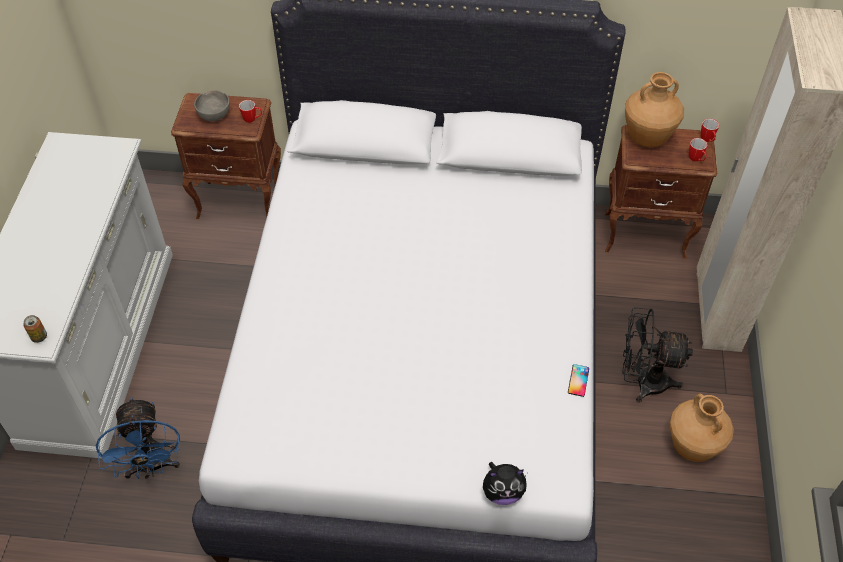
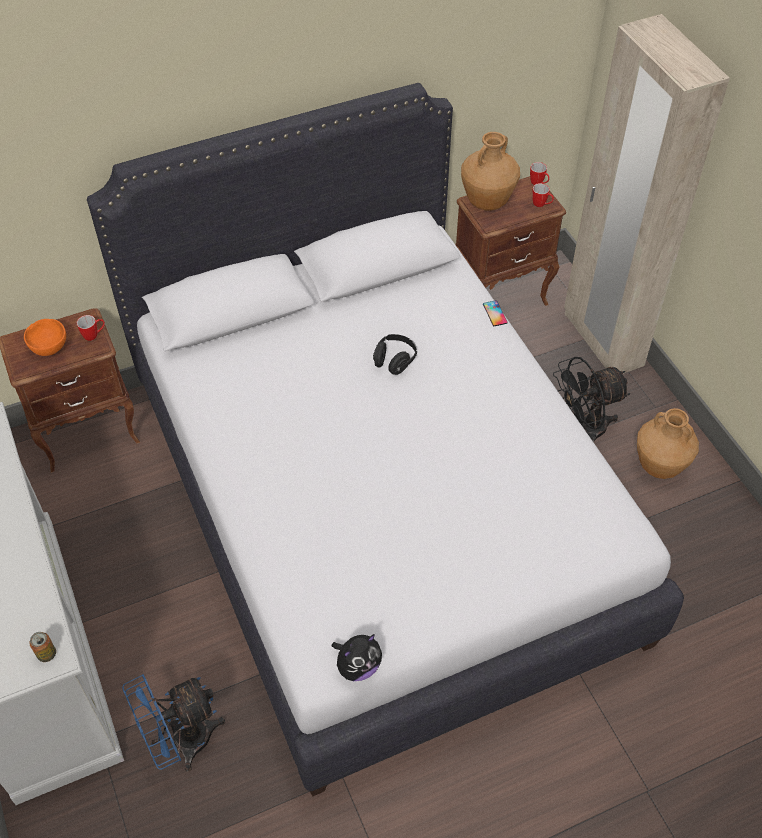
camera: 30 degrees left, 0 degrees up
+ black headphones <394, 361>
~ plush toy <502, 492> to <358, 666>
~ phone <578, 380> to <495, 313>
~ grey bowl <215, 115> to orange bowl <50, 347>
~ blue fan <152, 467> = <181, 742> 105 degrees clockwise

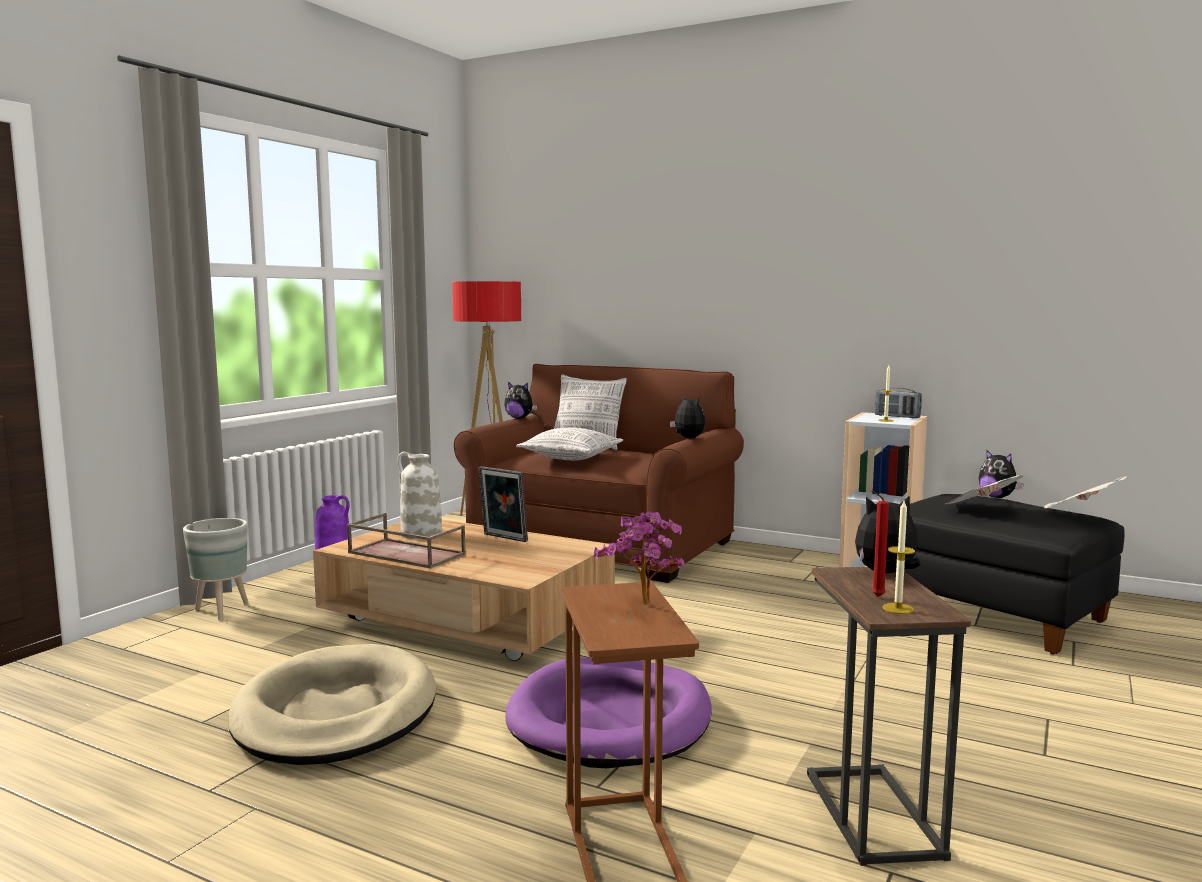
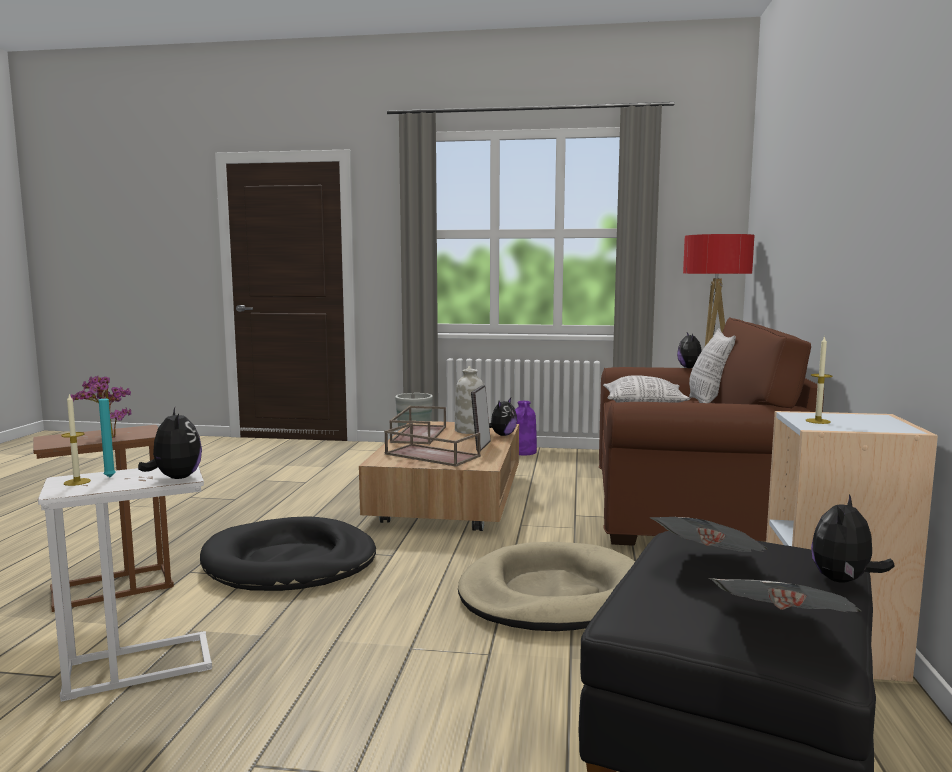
camera: 70 degrees right, 0 degrees up
- radio <897, 417>
+ brown tray <430, 455>
~ beige dog bed <335, 713> to <551, 594>
~ plush toy <687, 438> to <502, 435>
~ purple dog bed <610, 719> to black dog bed <289, 562>
~ brown side table <874, 815> to white side table <137, 667>
~ red candle <875, 596> to turquoise candle <110, 477>

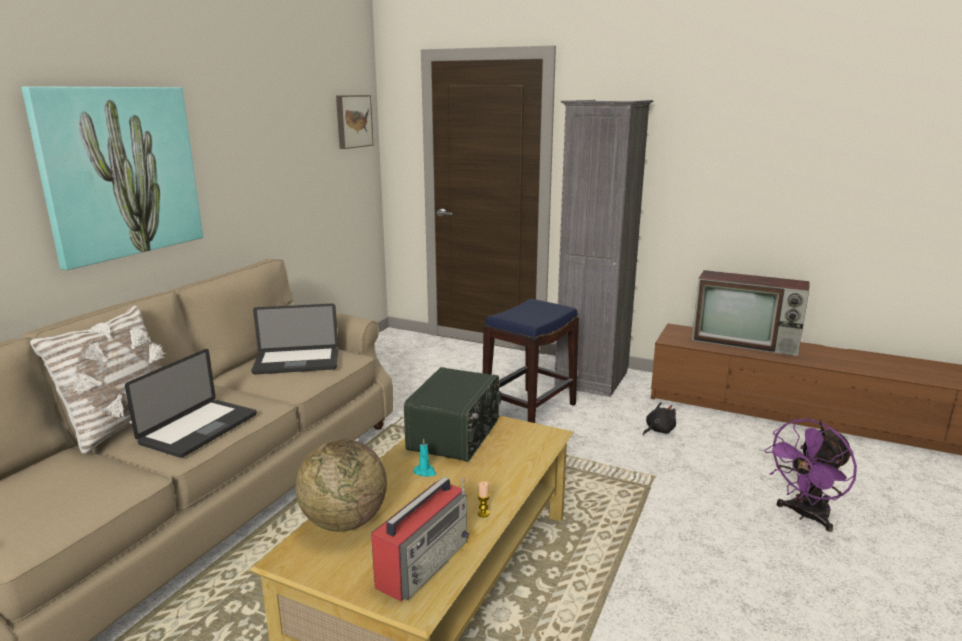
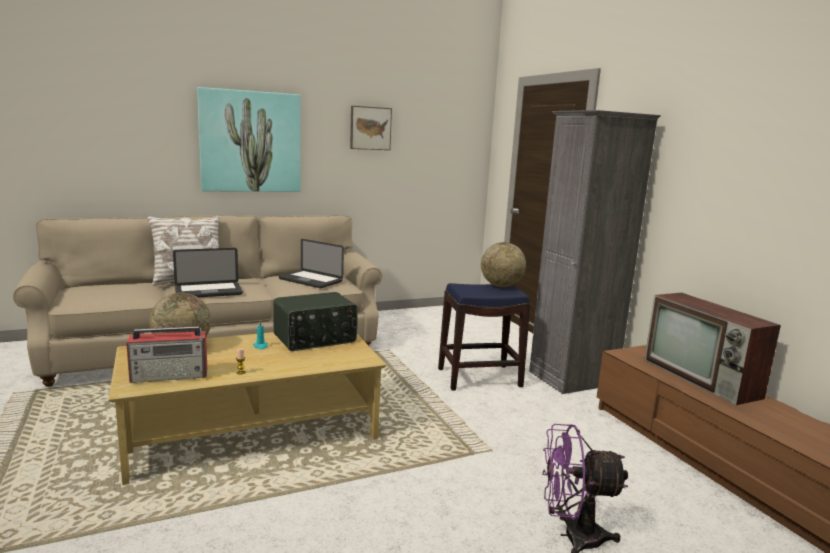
camera: 40 degrees right, 5 degrees down
- black plush toy <658, 430>
+ globe <501, 286>
~ picture <352, 121> to <370, 128>

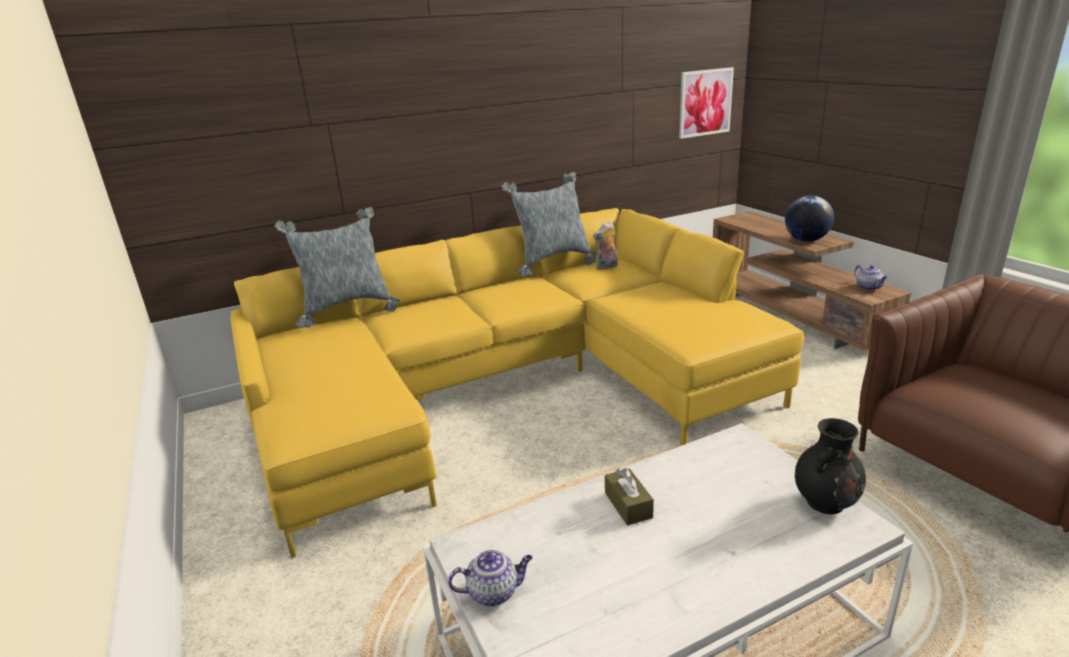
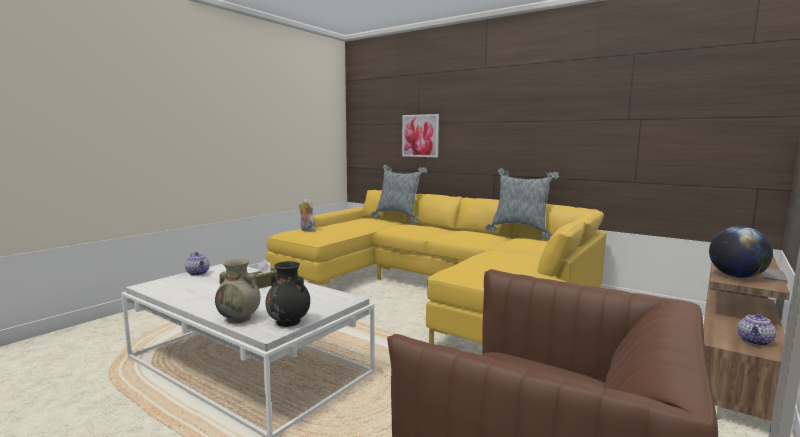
camera: 60 degrees right, 15 degrees down
+ beige vase <239, 318>
~ plush toy <606, 267> to <306, 230>
~ picture <705, 102> to <420, 135>

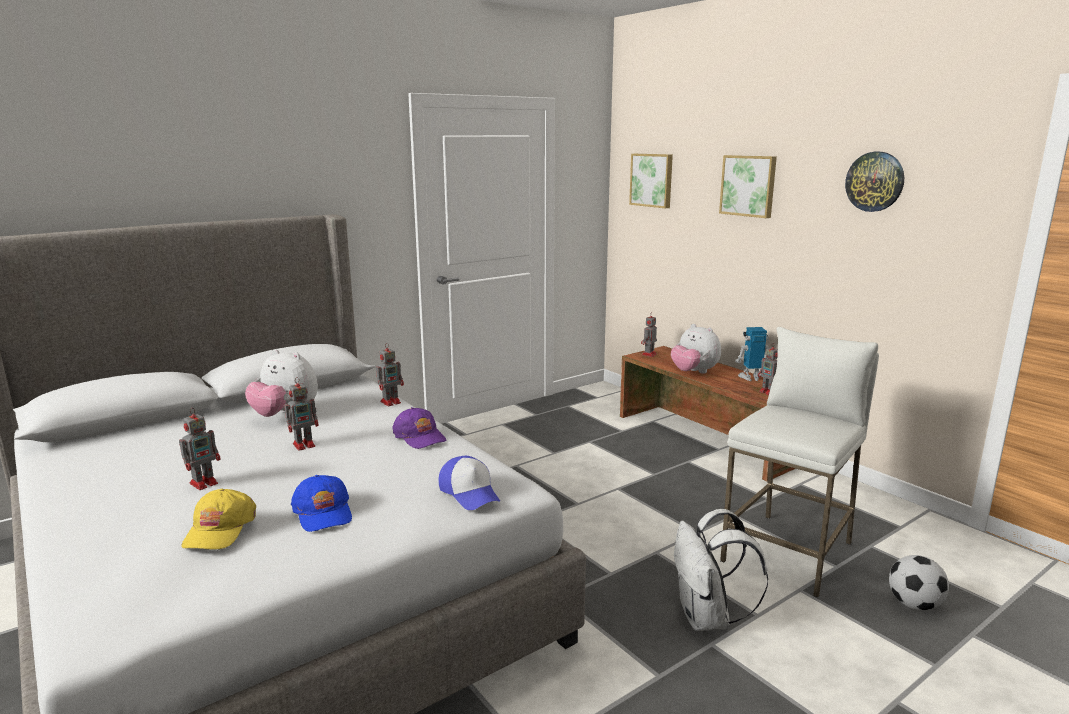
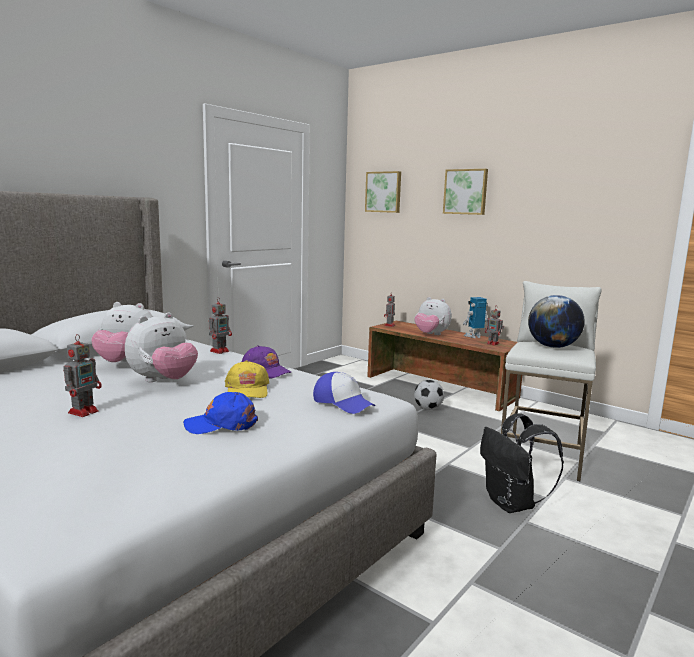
camera: 15 degrees left, 5 degrees down
- wall clock <875, 181>
+ globe <553, 346>
~ yellow cap <219, 529> to <247, 390>
~ football <914, 604> to <428, 408>
~ toy robot <305, 445> to plush toy <163, 381>
~ white backpack <707, 618> to black backpack <512, 504>
~ blue cap <323, 512> = <222, 424> 120 degrees clockwise

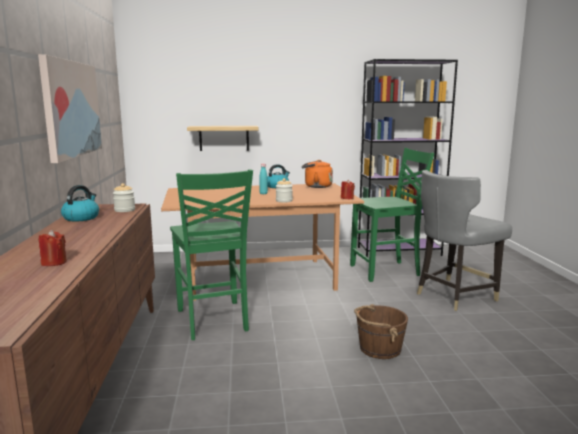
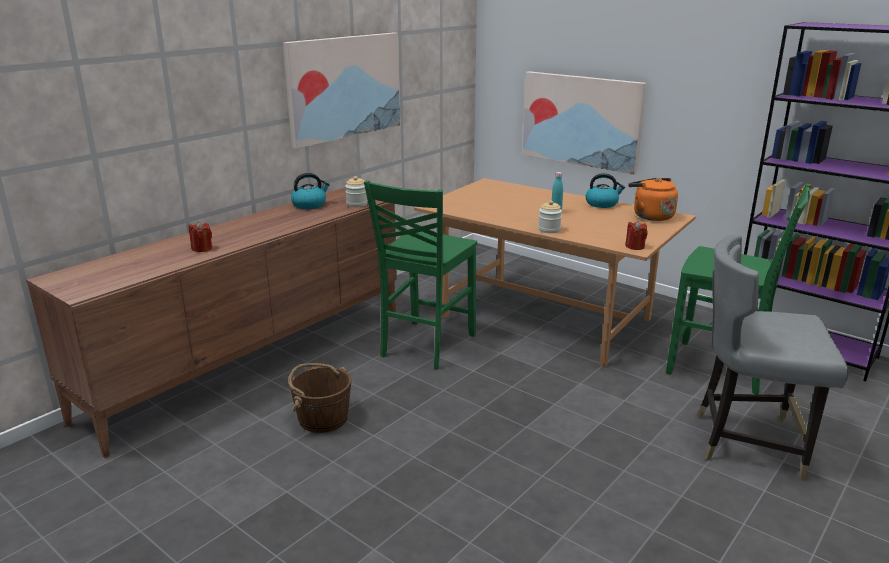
camera: 45 degrees right, 10 degrees up
~ brown bucket <379, 349> to <322, 418>
~ shelf <224, 138> to picture <581, 120>

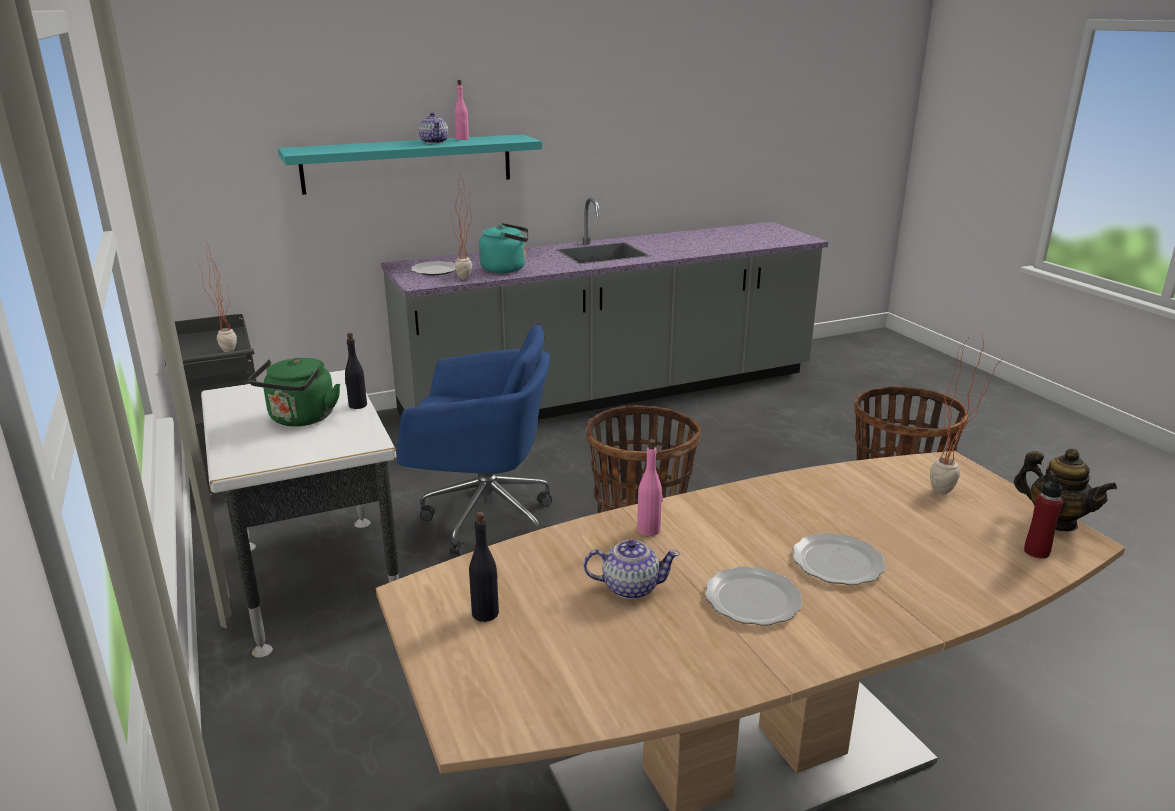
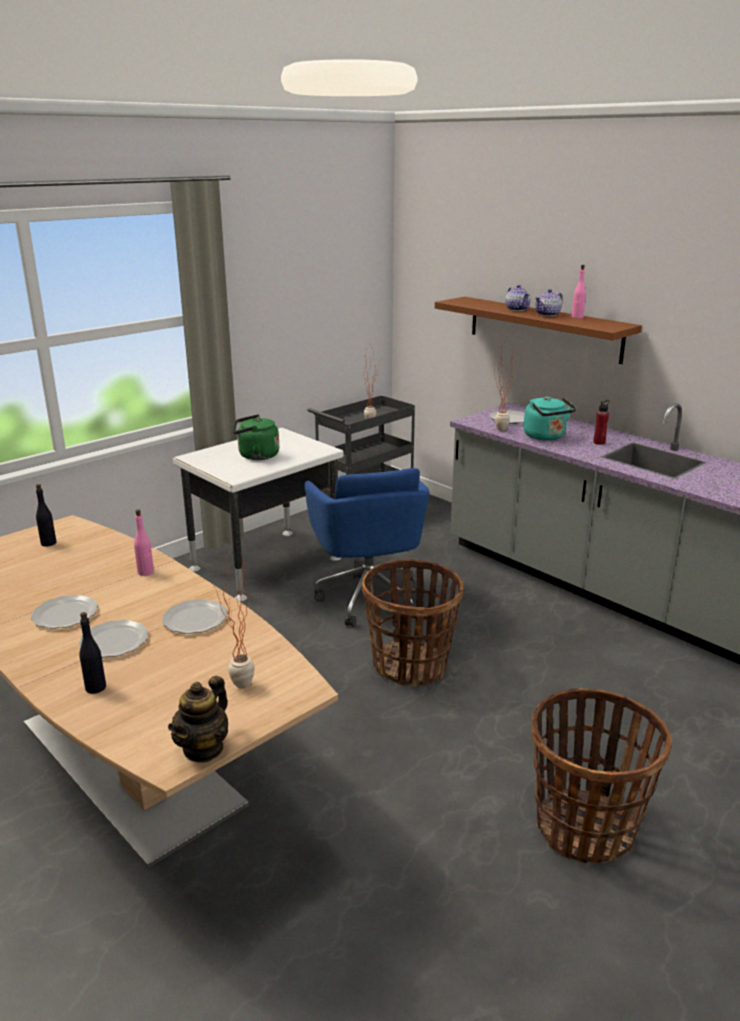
camera: 70 degrees right, 0 degrees up
+ plate <194, 619>
~ black bottle <357, 405> to <95, 687>
~ teapot <630, 587> to <517, 309>
~ red bottle <1036, 551> to <599, 442>
~ turquoise shelf <408, 163> to brown shelf <543, 328>

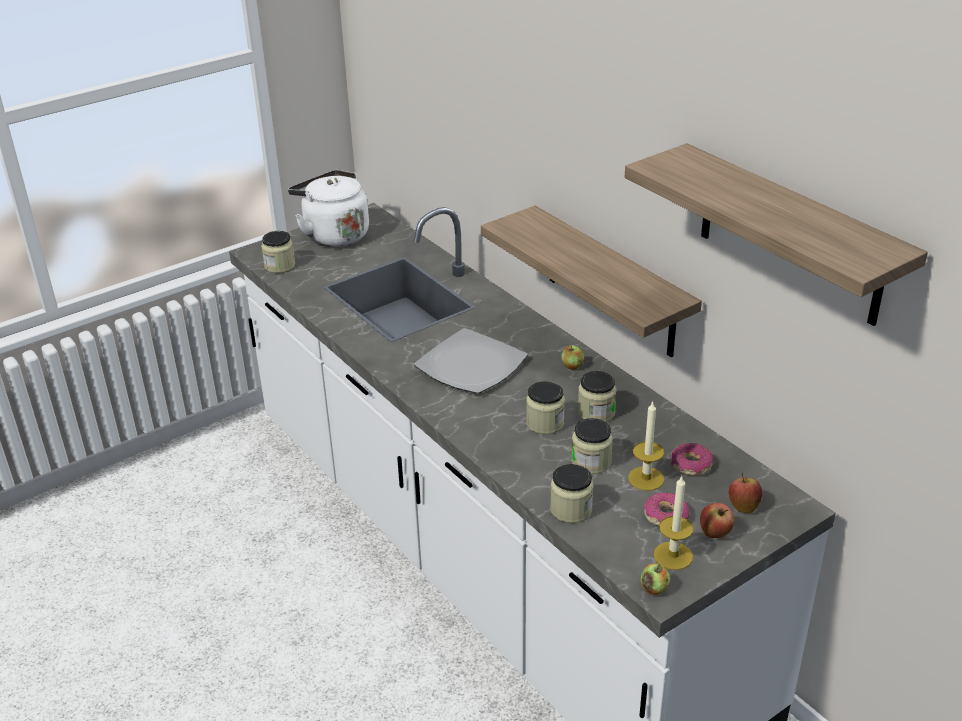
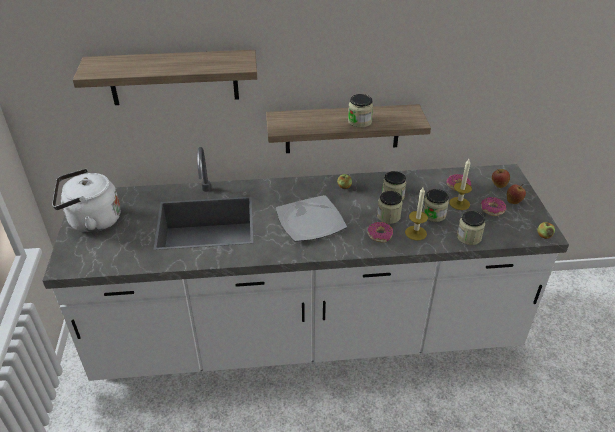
camera: 60 degrees left, 5 degrees up
+ donut <380, 235>
~ jar <280, 266> to <359, 121>
~ shelf <790, 235> to <173, 77>
~ candle <673, 555> to <415, 233>

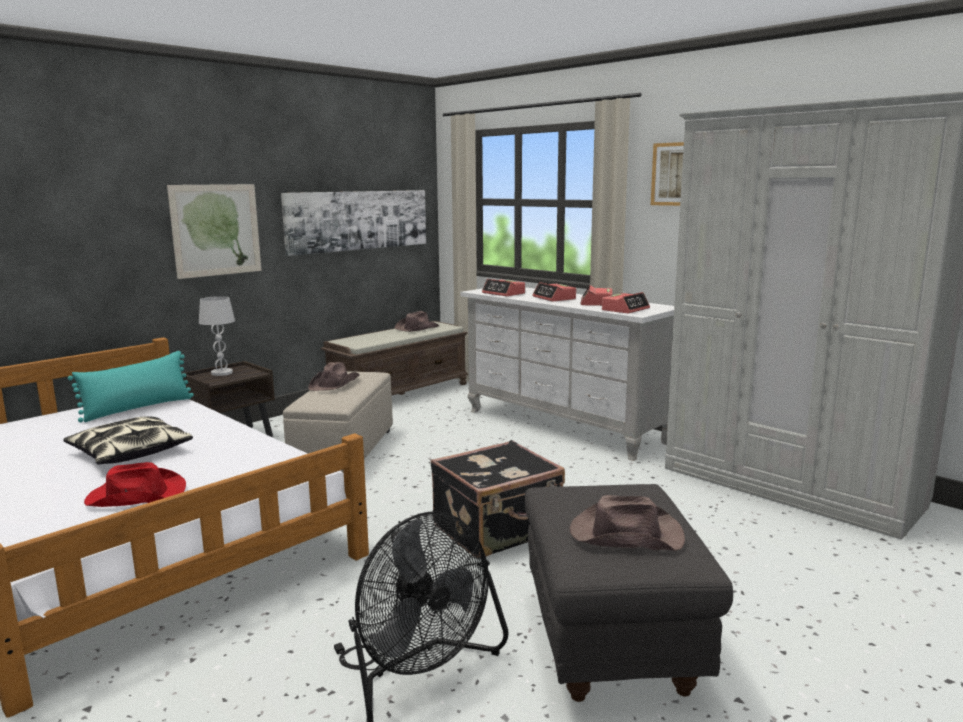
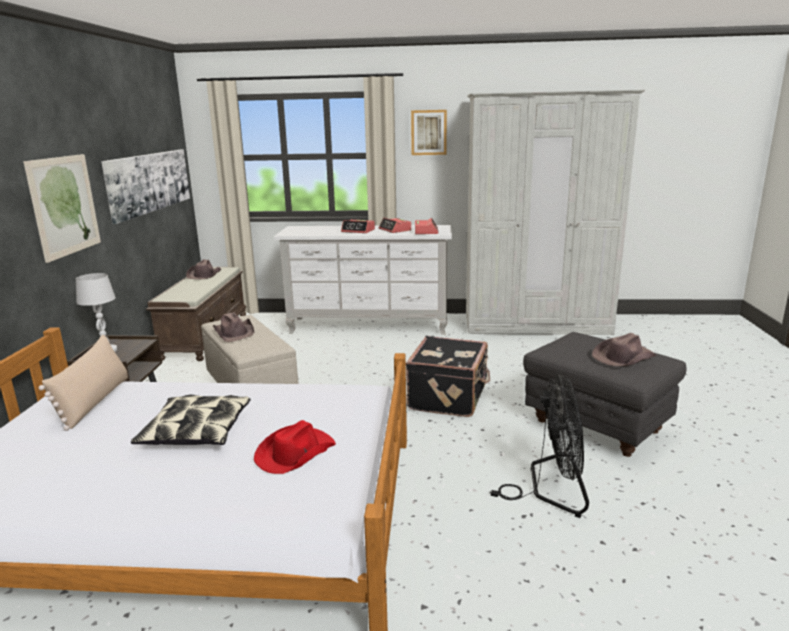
camera: 40 degrees left, 5 degrees up
- alarm clock <504, 293>
~ turquoise pillow <138, 408> to beige pillow <95, 401>

